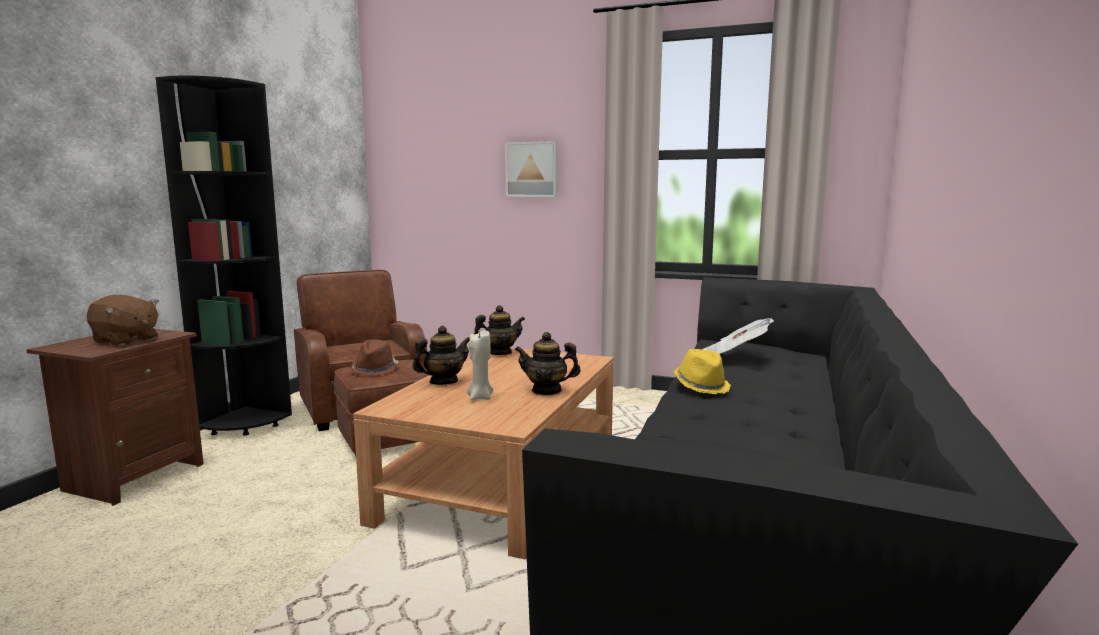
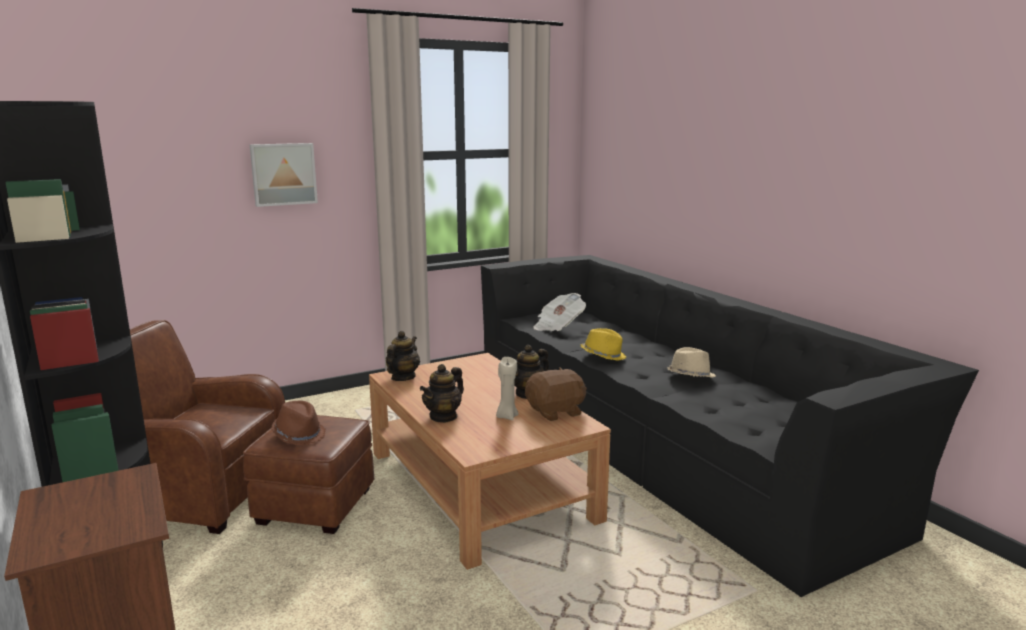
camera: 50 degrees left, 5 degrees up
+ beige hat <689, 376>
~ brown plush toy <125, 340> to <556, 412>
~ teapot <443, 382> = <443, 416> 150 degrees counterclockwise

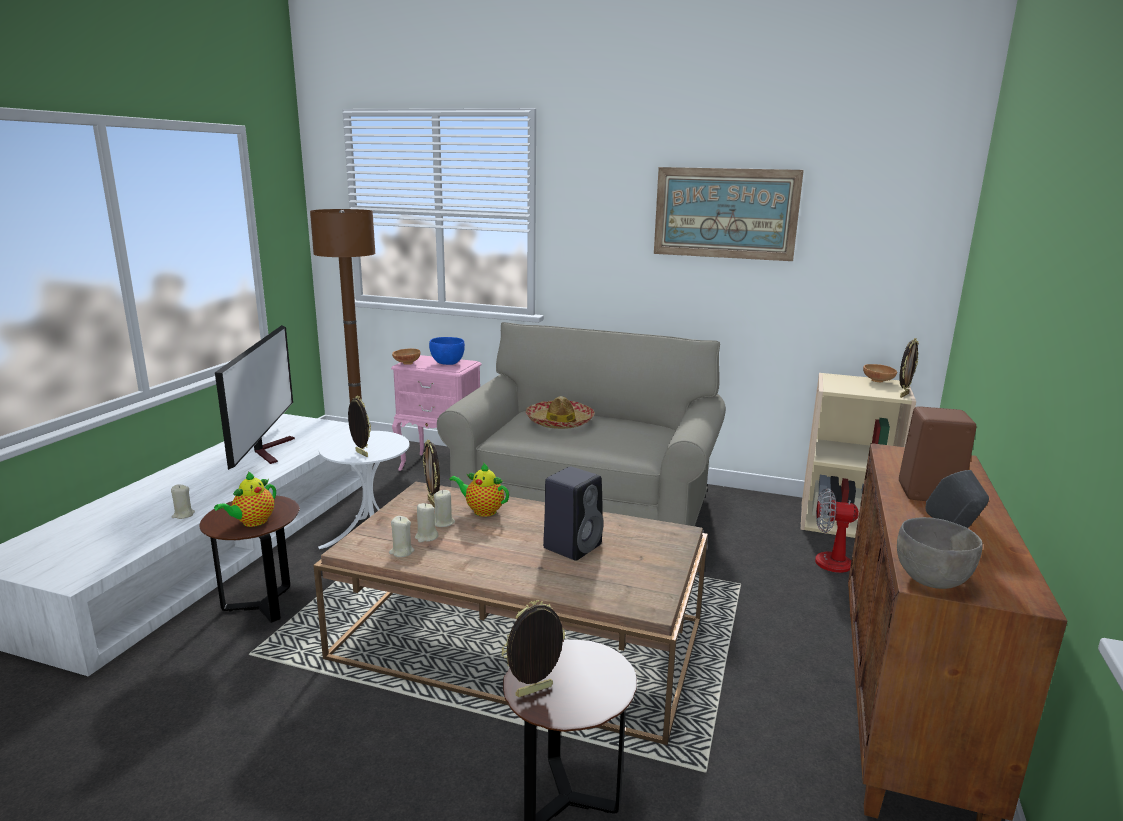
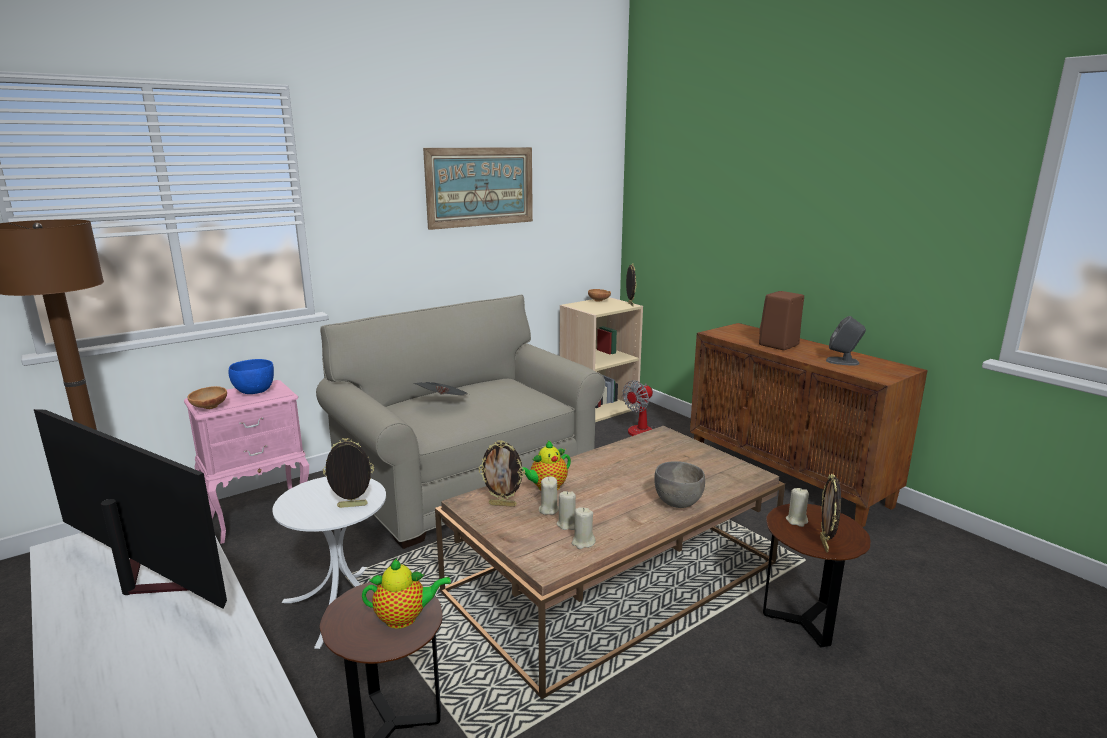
camera: 55 degrees left, 0 degrees up
- black speaker <573, 545>
~ beige candle <183, 515> to <797, 520>
~ grey bowl <931, 581> to <678, 503>
~ hat <560, 422> to newspaper <444, 403>
~ teapot <252, 522> = <404, 618> 75 degrees counterclockwise

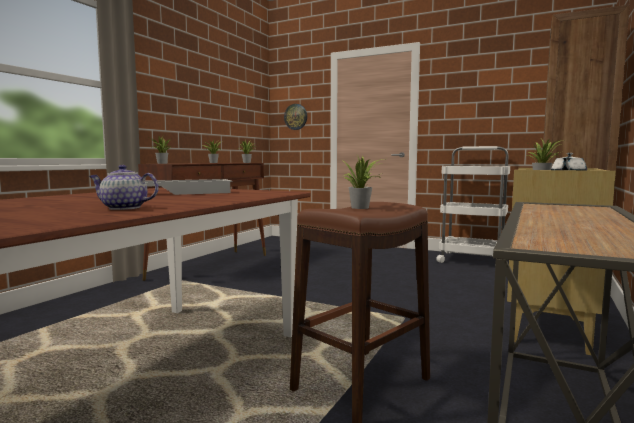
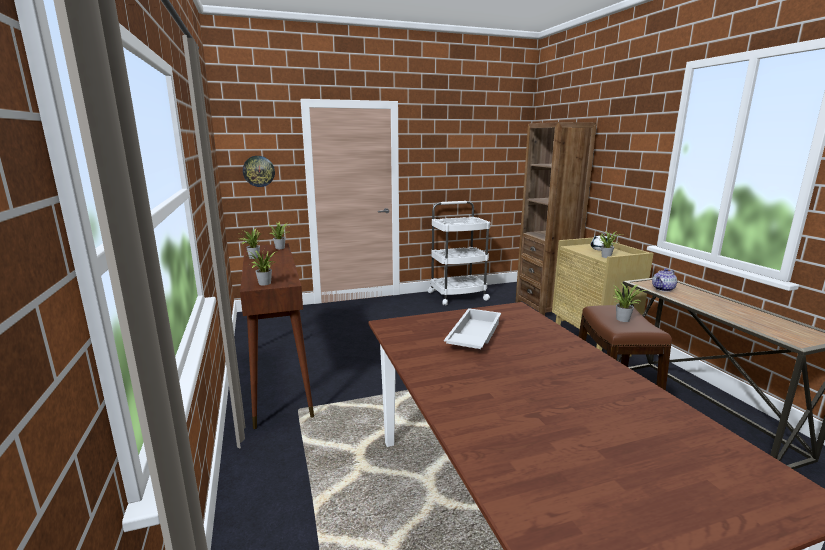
camera: 45 degrees left, 10 degrees up
~ teapot <123, 208> to <663, 289>

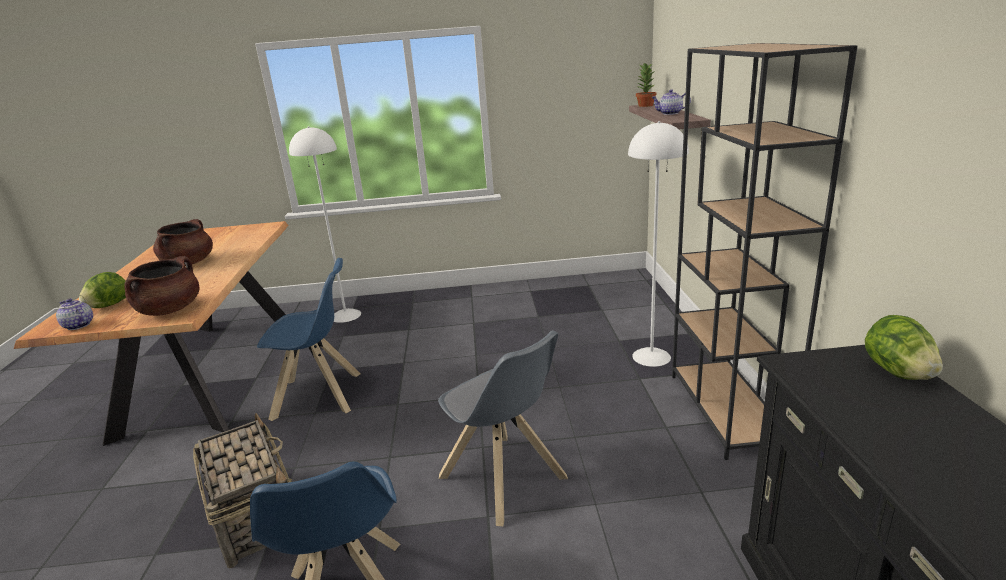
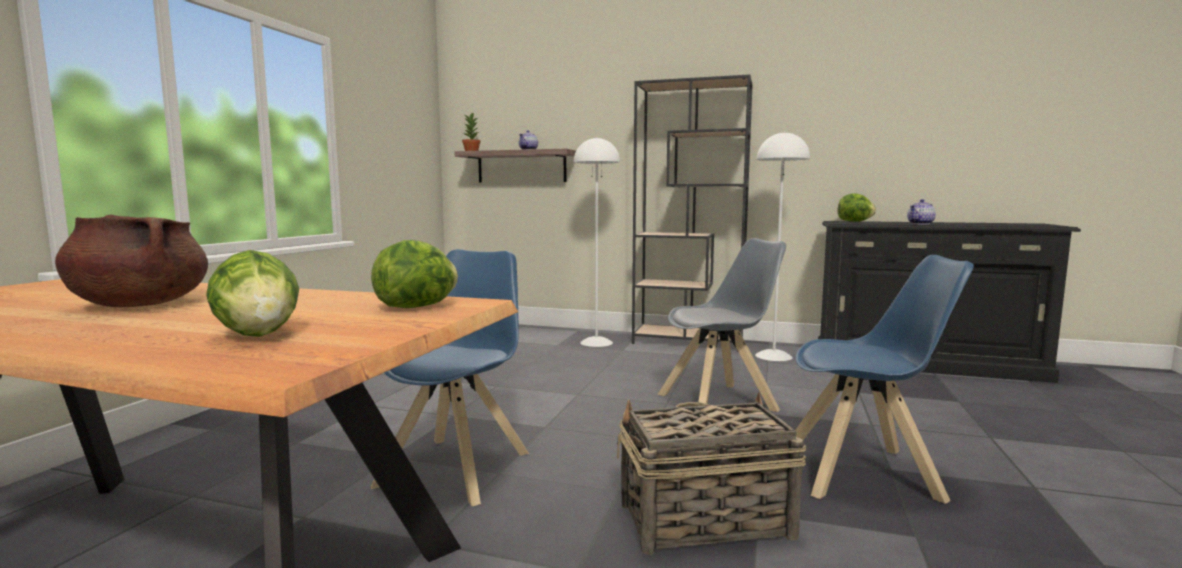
camera: 70 degrees left, 15 degrees down
~ teapot <78, 326> to <921, 224>
~ white floor lamp <346, 315> to <773, 356>
~ brown cooking pot <170, 310> to lettuce <418, 307>

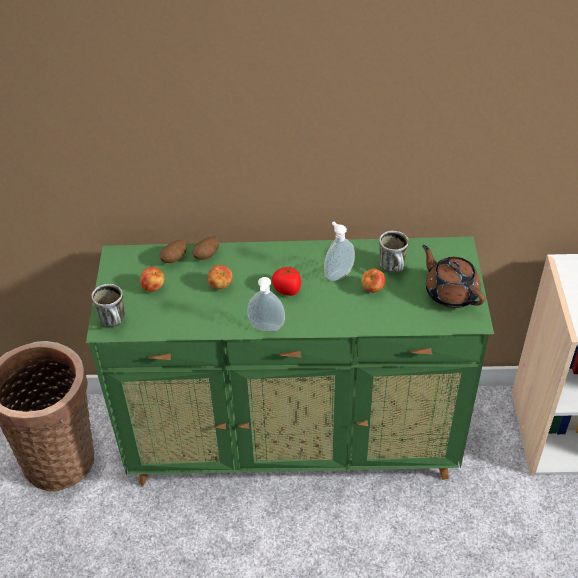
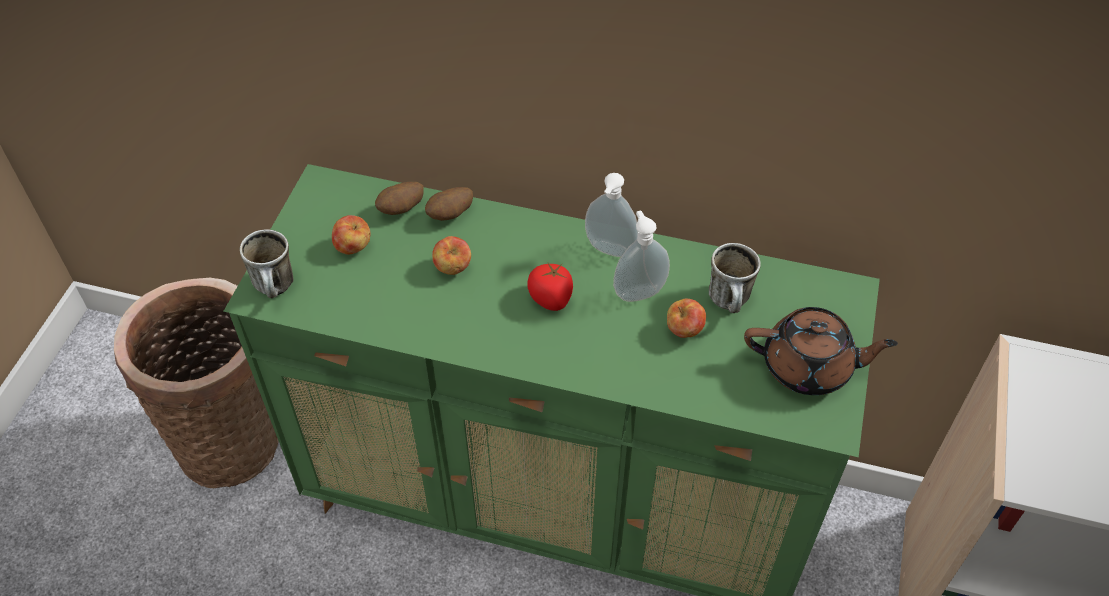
camera: 15 degrees right, 5 degrees up
~ soap dispenser <266, 328> to <609, 251>
~ brown teapot <450, 292> = <809, 367> 120 degrees clockwise

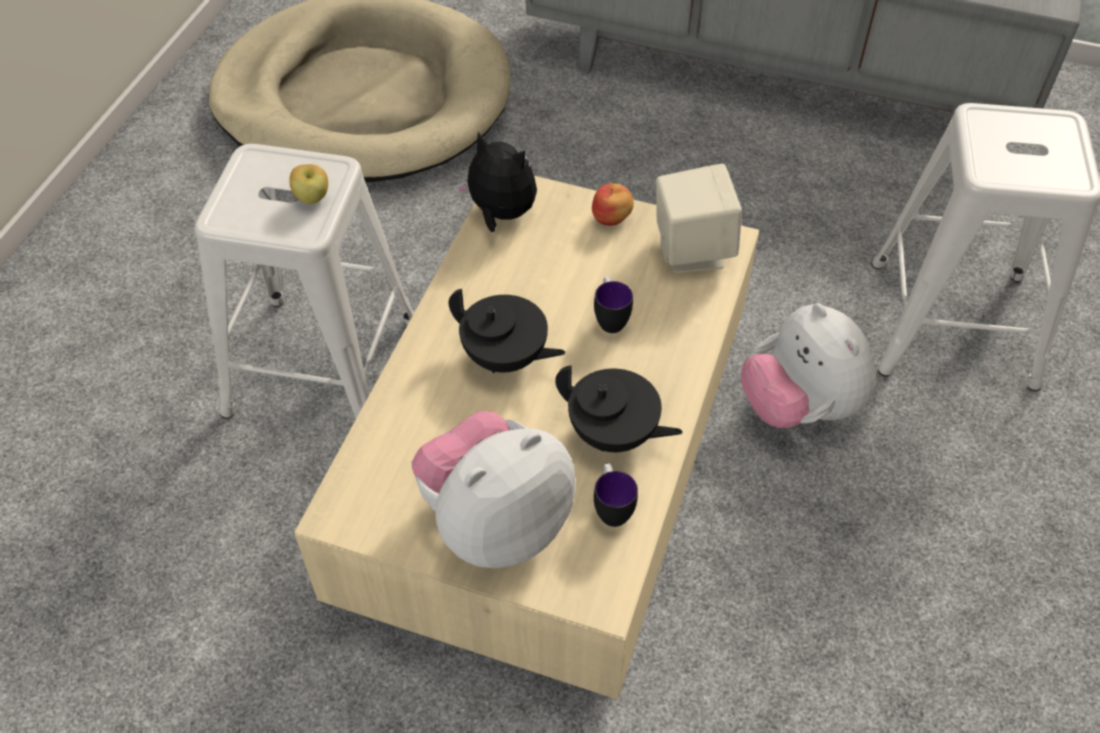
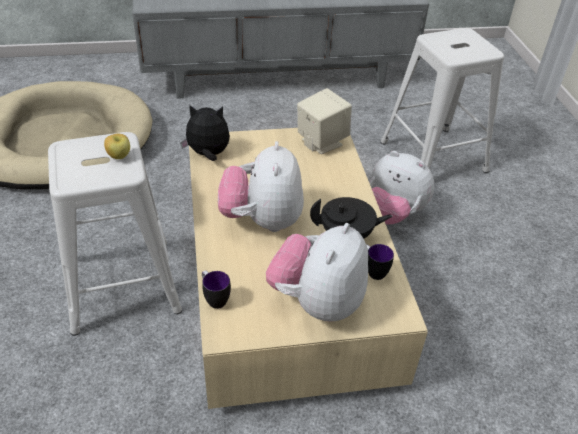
camera: 30 degrees left, 10 degrees down
- apple <612, 218>
~ mug <610, 318> to <214, 298>
~ black teapot <505, 358> to plush toy <262, 220>

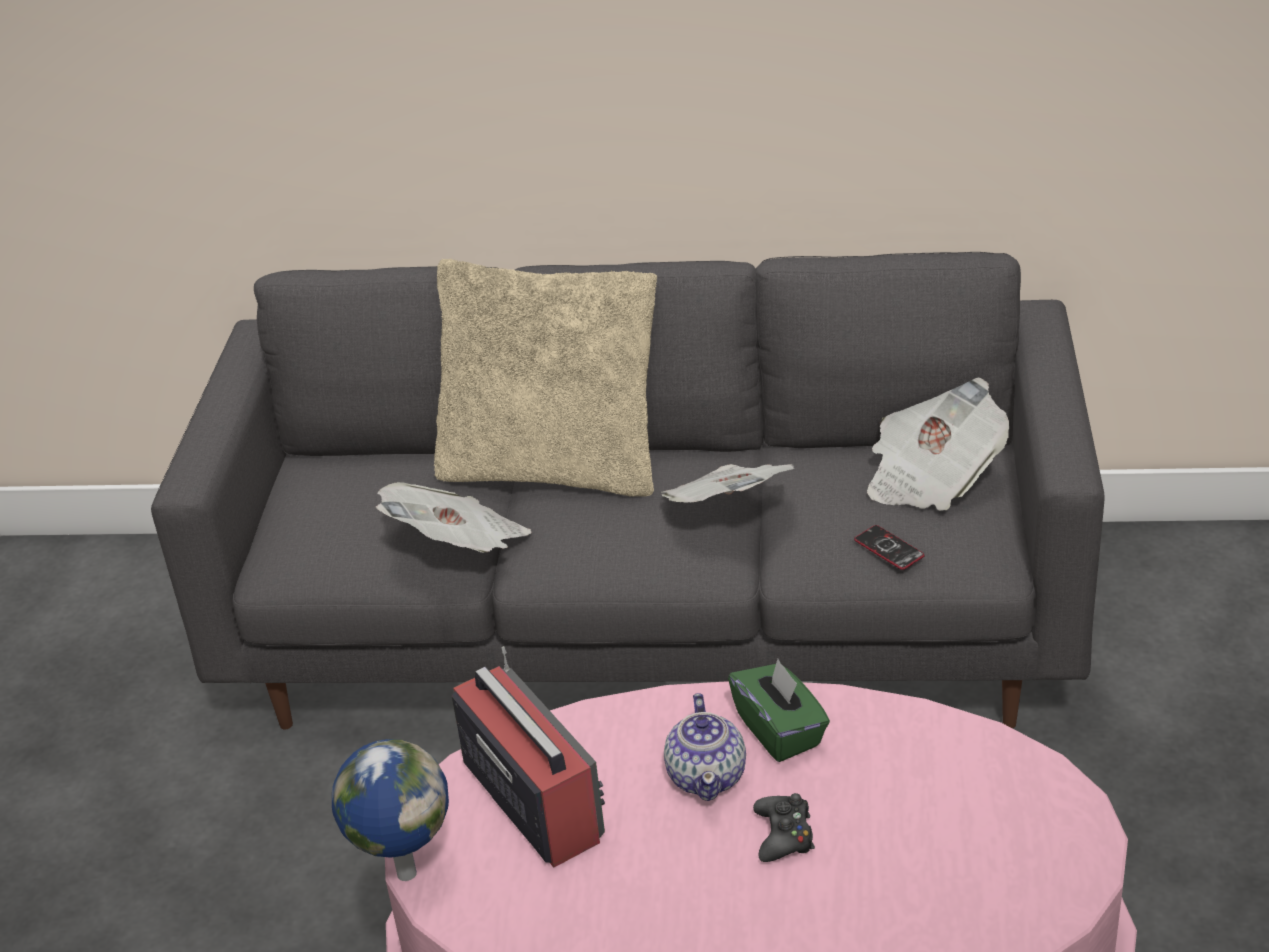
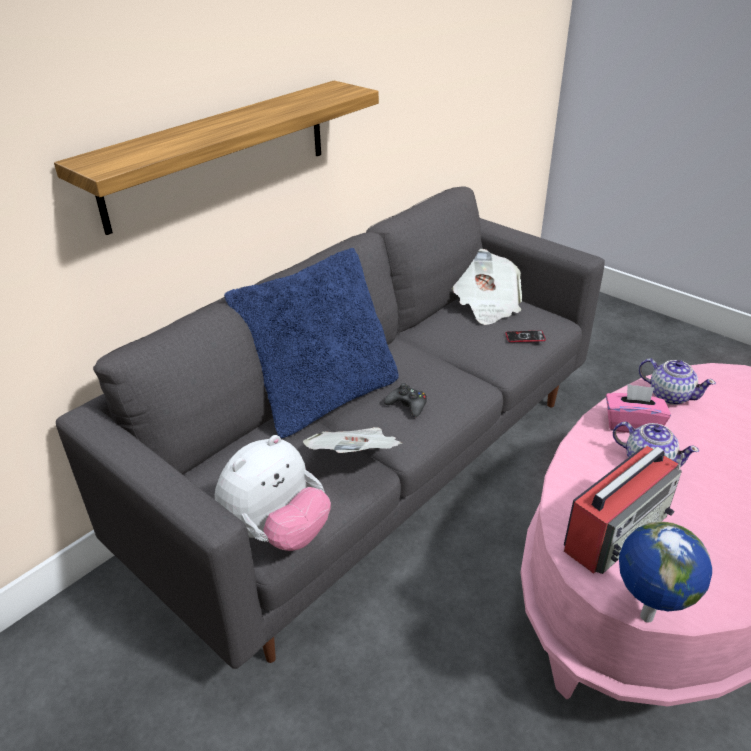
camera: 55 degrees left, 0 degrees up
- newspaper <728, 510>
+ shelf <219, 153>
+ plush toy <277, 532>
+ teapot <669, 395>
~ black game controller <784, 835> to <407, 405>
~ beige pillow <553, 461> to blue pillow <324, 393>
~ green tissue box <780, 730> to pink tissue box <632, 424>
~ radio <531, 798> = <617, 531> 135 degrees clockwise

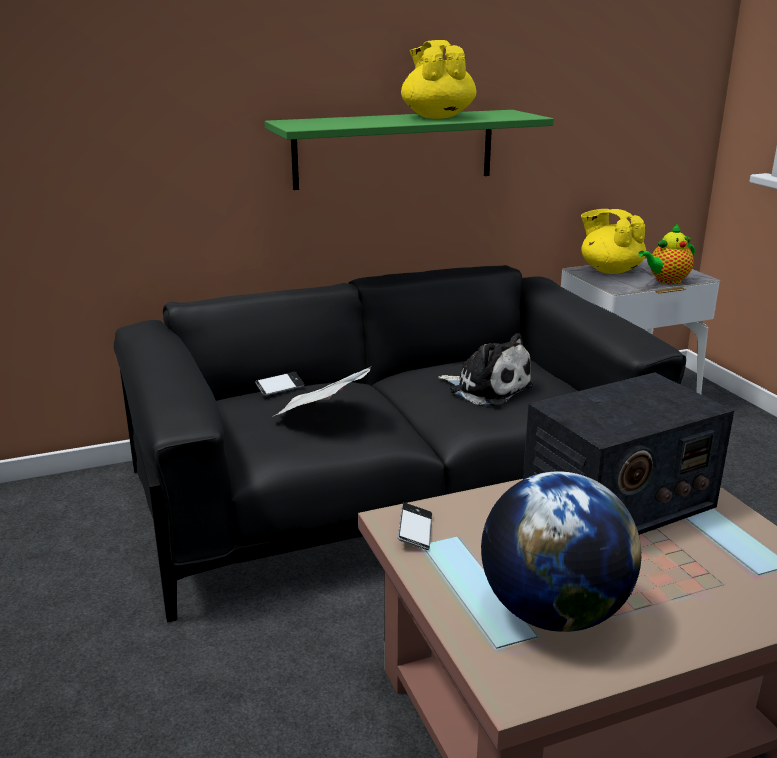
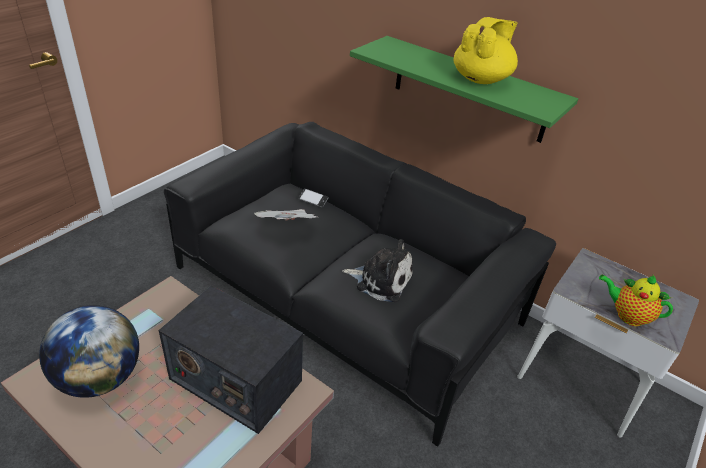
camera: 55 degrees right, 15 degrees up
- phone <415, 531>
- yellow teapot <610, 270>
~ plush toy <487, 389> = <381, 280> 75 degrees counterclockwise

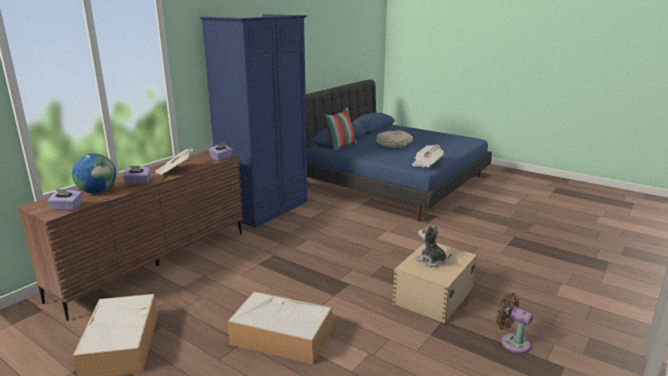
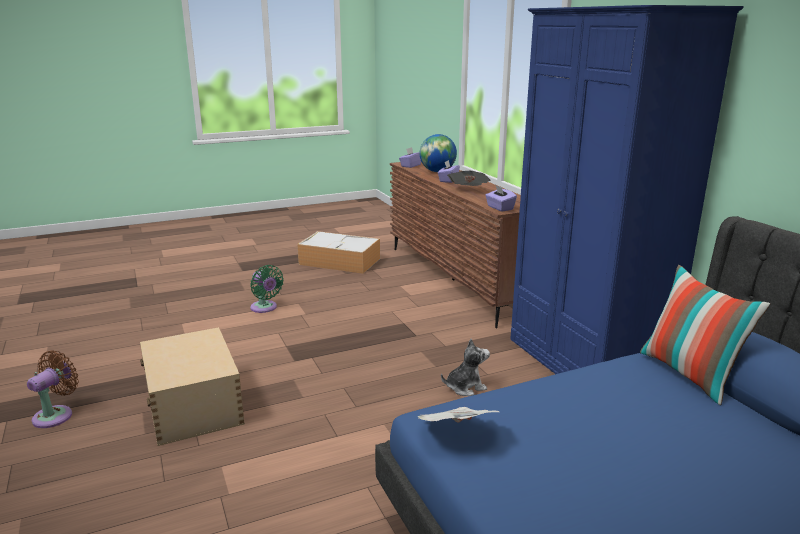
camera: 120 degrees right, 0 degrees up
- beige pillow <393, 144>
~ plush toy <431, 261> to <465, 387>
~ storage box <280, 336> to green fan <265, 308>
~ brown fan <512, 342> = <56, 415> 45 degrees counterclockwise

